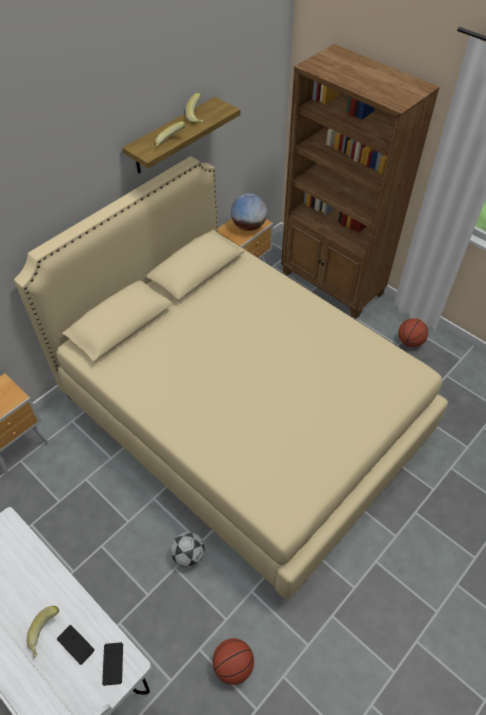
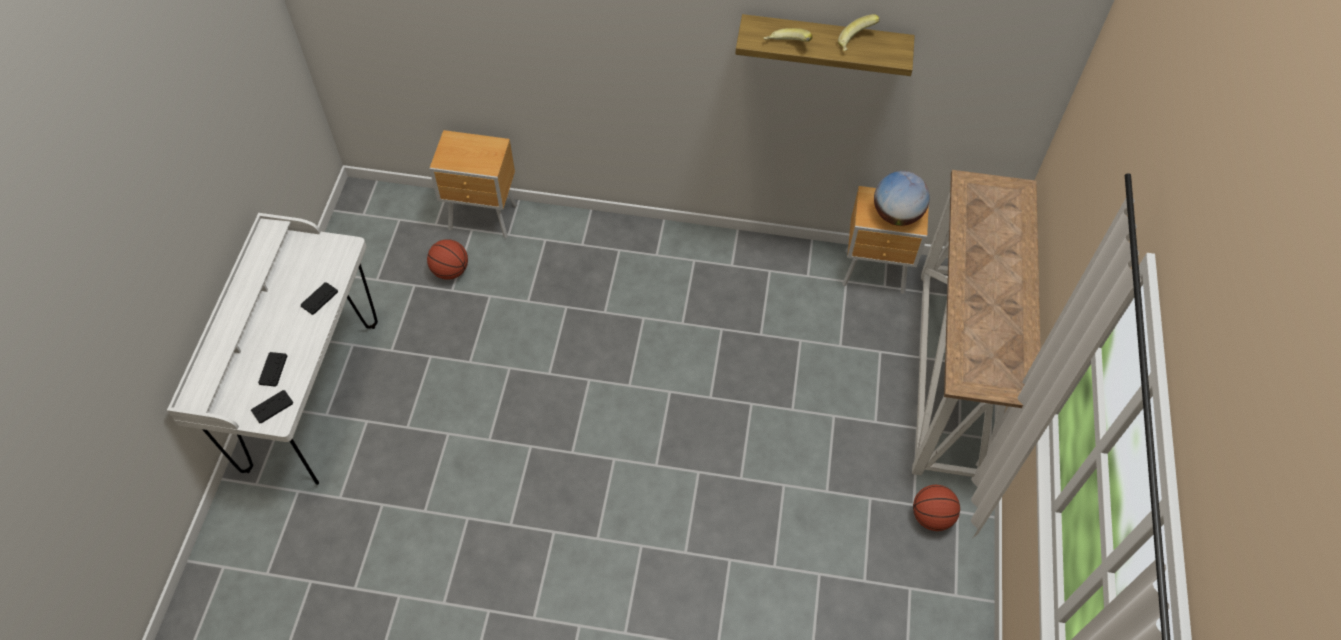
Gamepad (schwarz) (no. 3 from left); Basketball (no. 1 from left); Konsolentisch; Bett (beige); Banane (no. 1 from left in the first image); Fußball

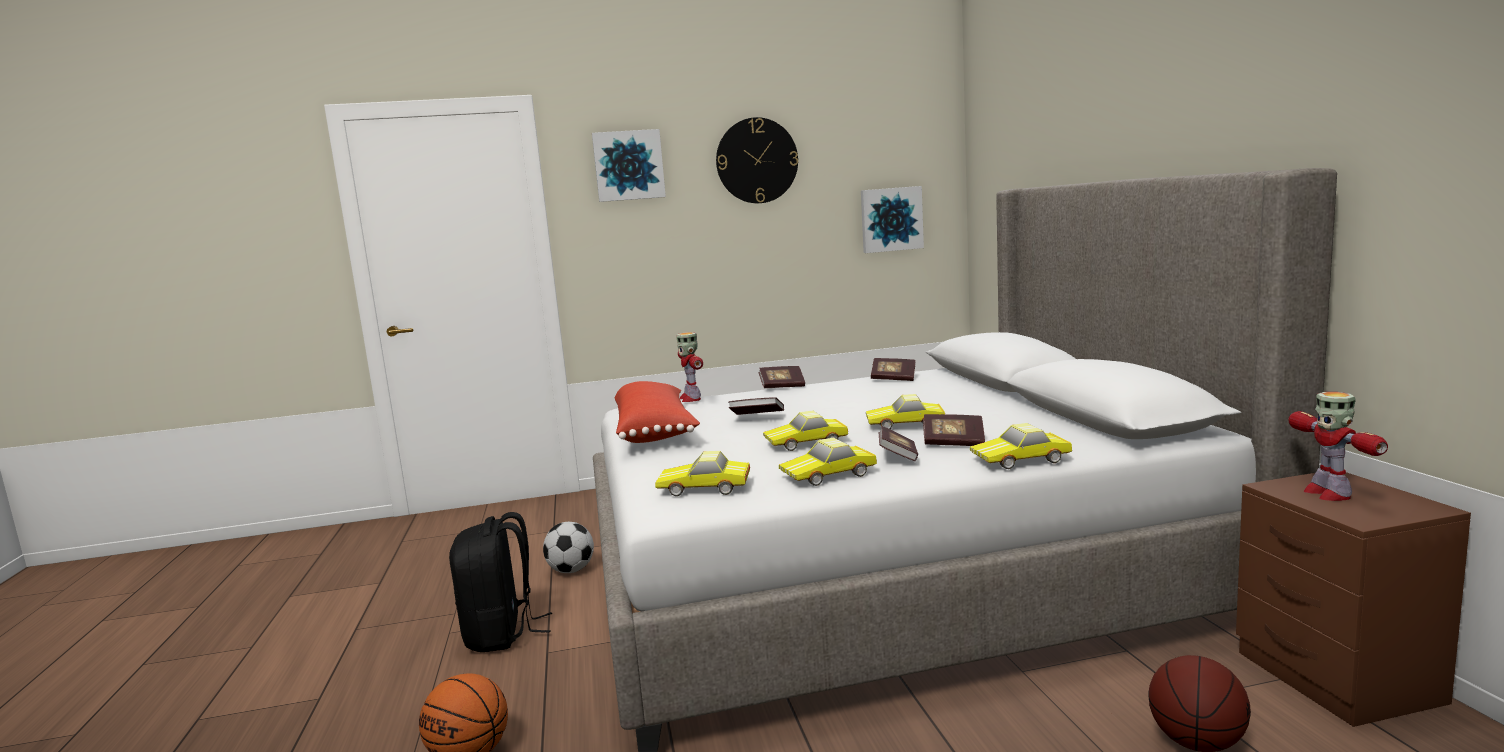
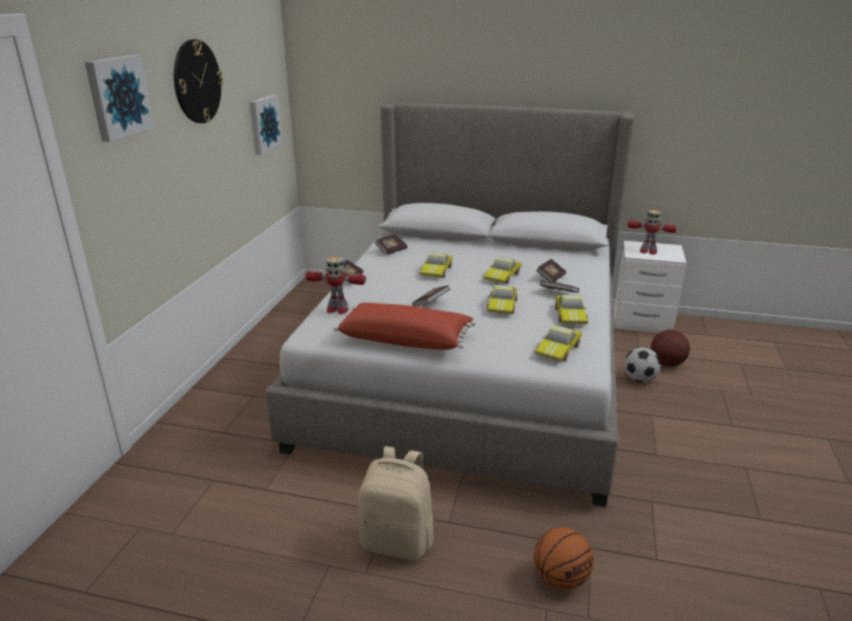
Rucksack (beige); Spielzeugauto (no. 1 from left); Nachttisch (weiß); Fußball

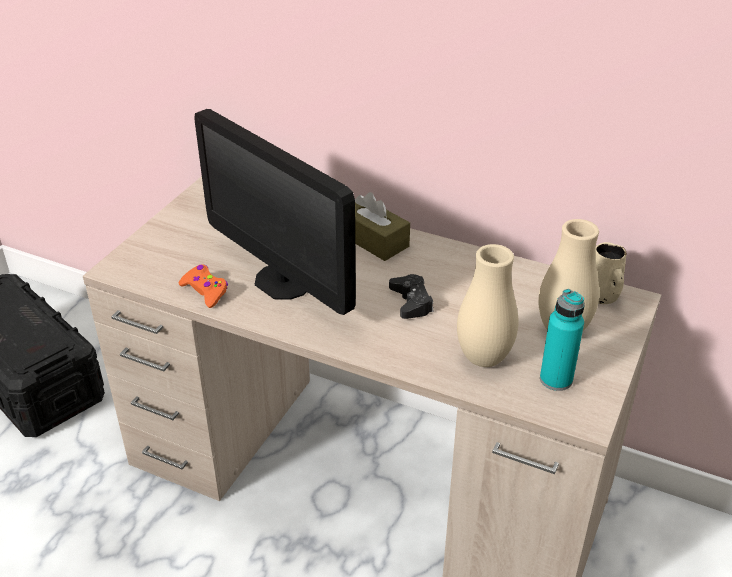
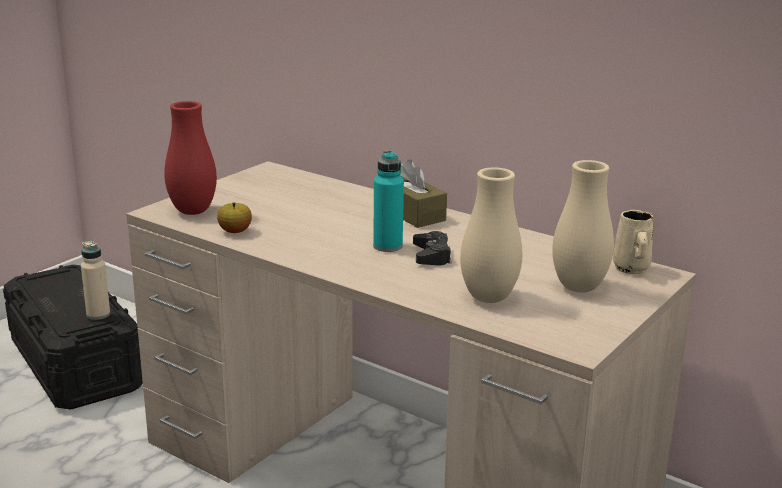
Flasche (beige); Vase (rot); Apfel; Flasche (türkis); Monitor

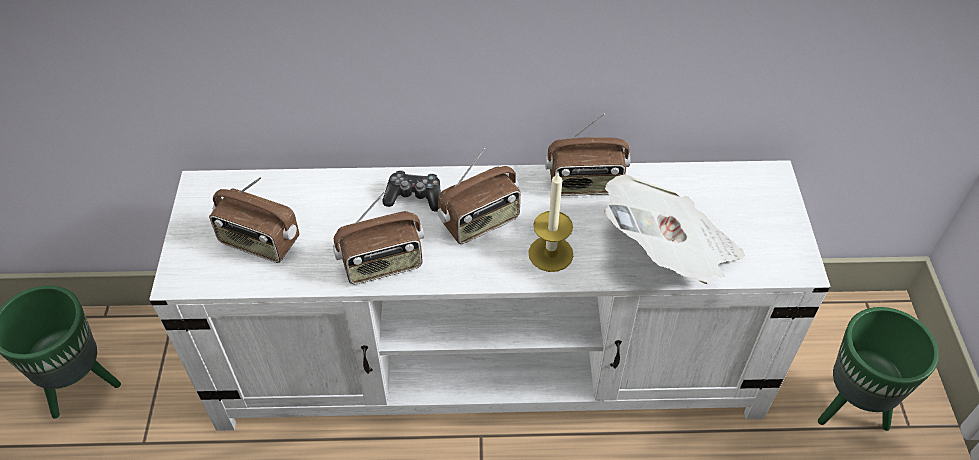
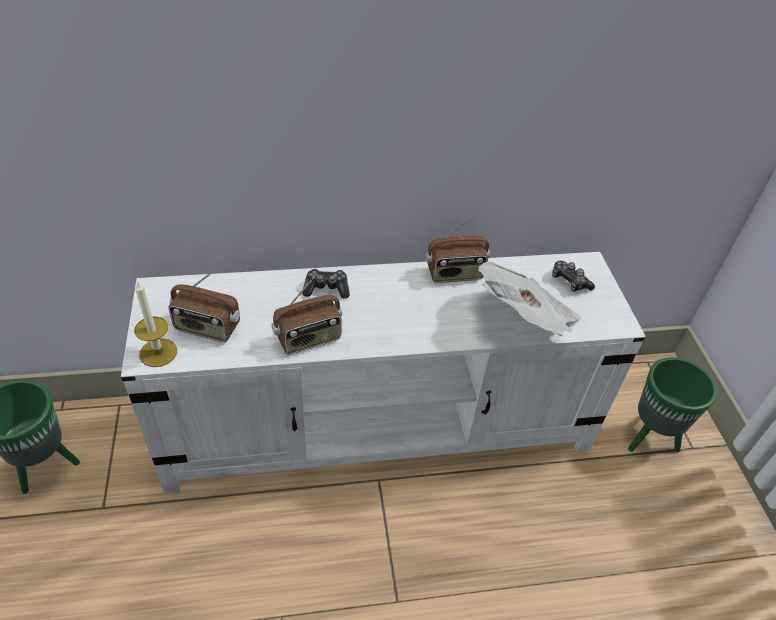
Kerze; Gamepad (no. 2 from left); Radio (no. 3 from left in the first image)

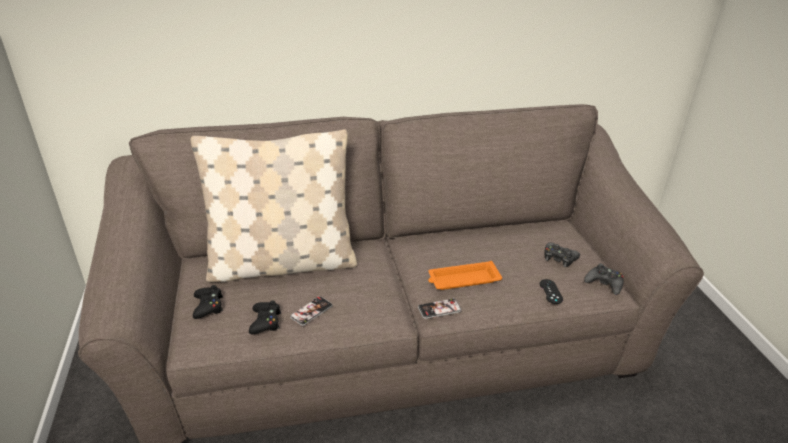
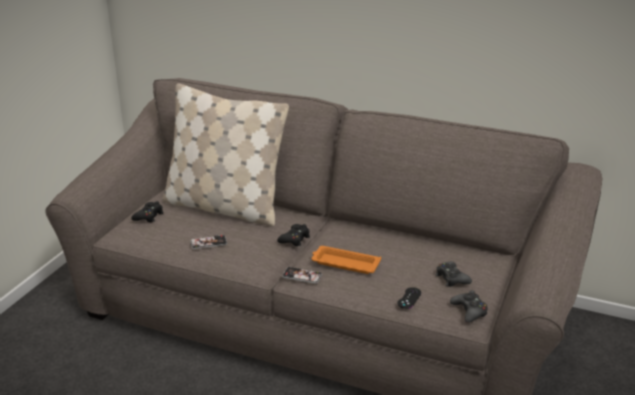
Gamepad (schwarz) (no. 2 from left)

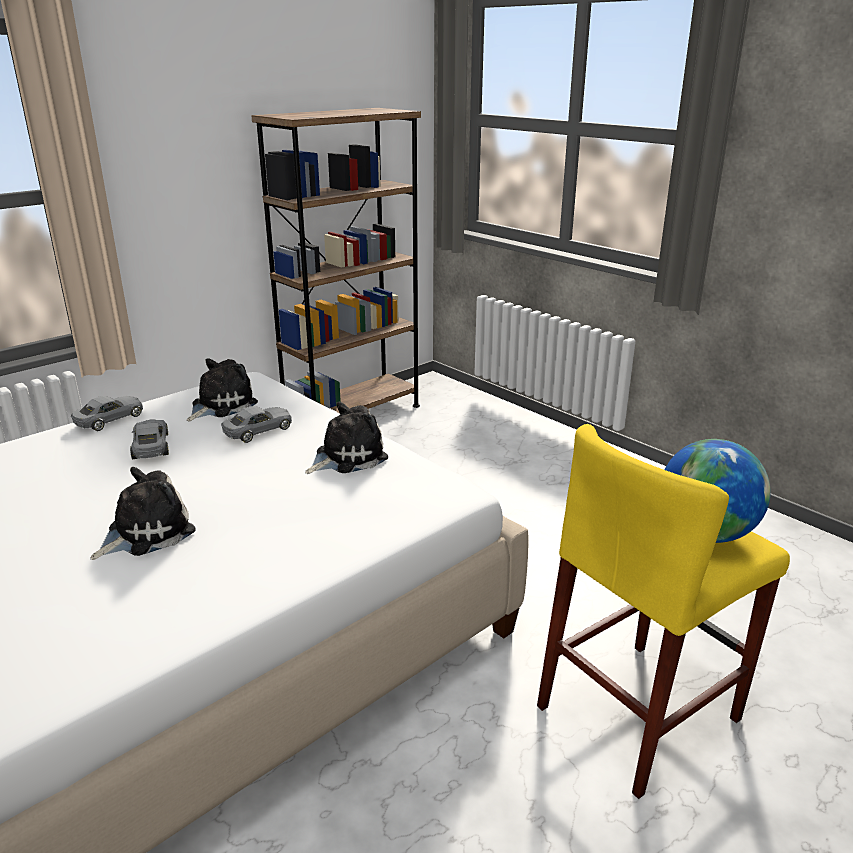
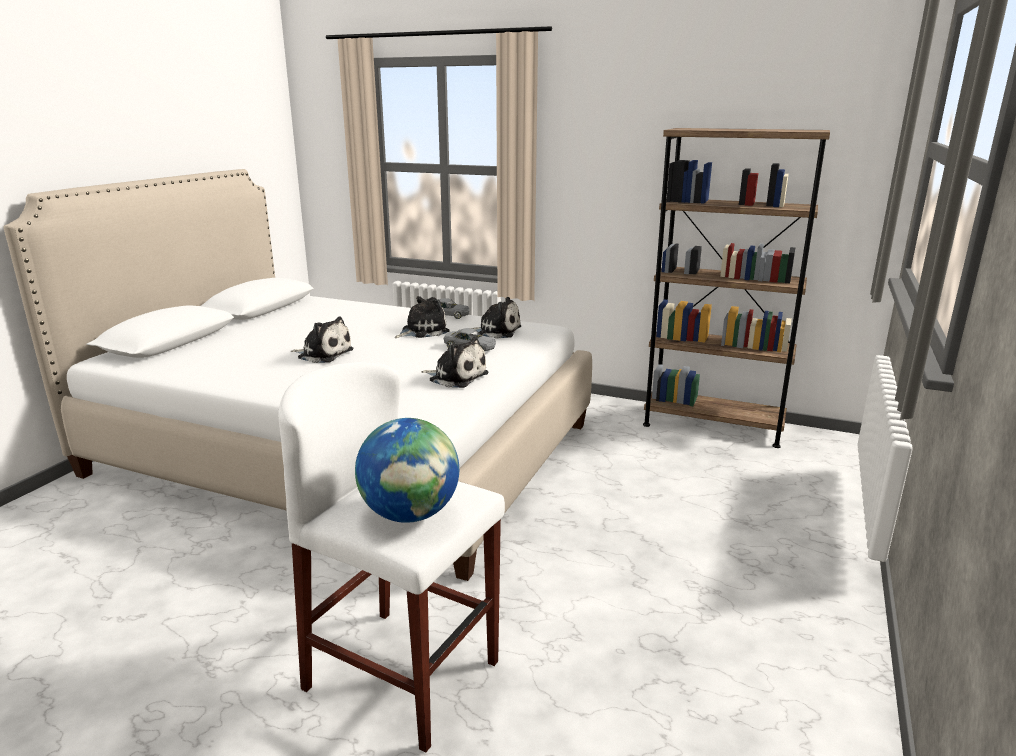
Hocker (weiß); Plüschtier (no. 2 from left)

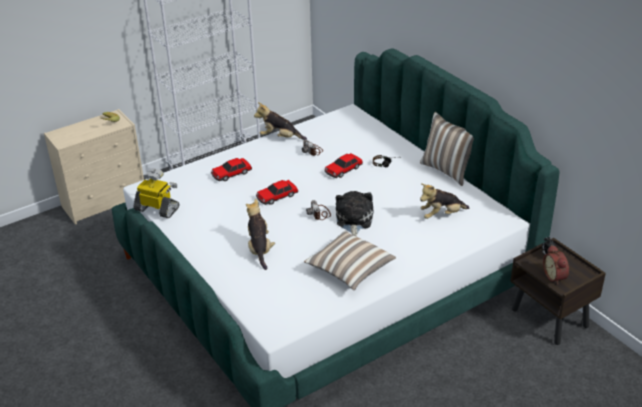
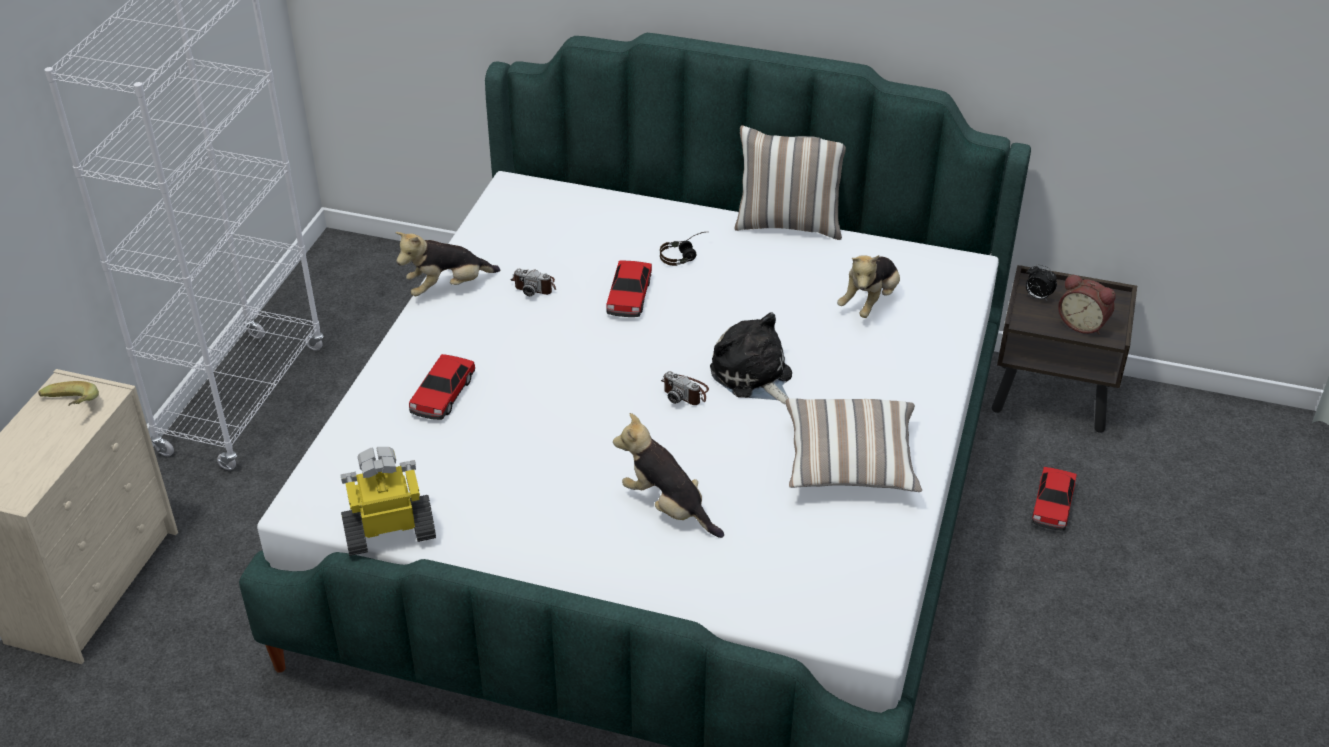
Spielzeugauto (no. 3 from left)

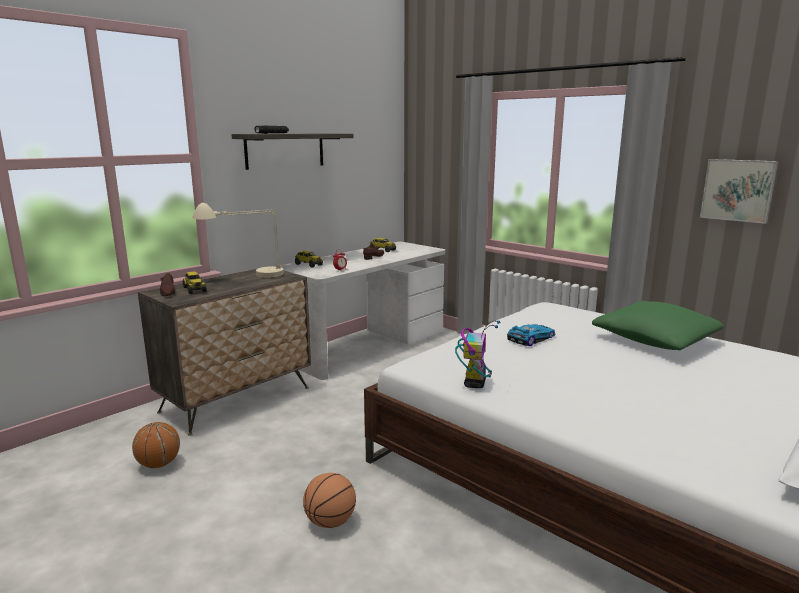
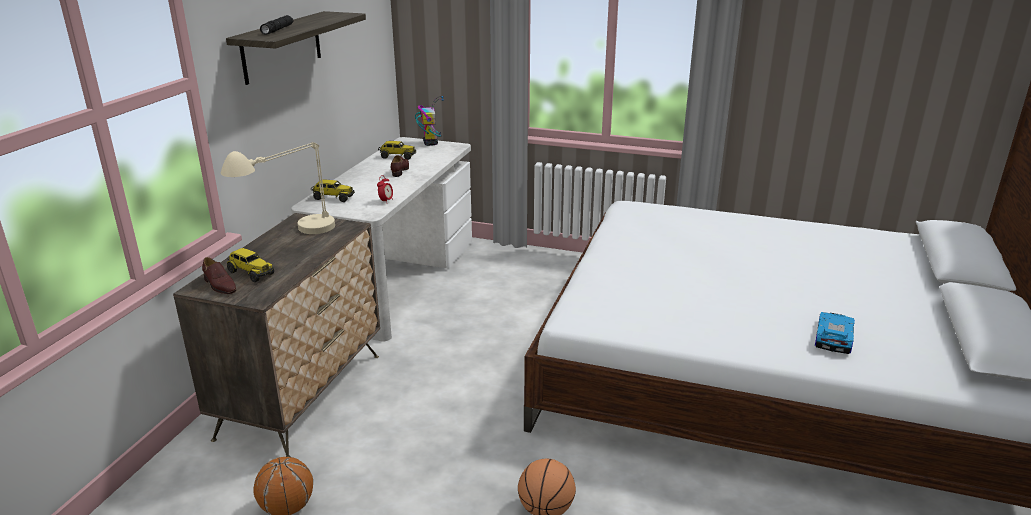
Spielzeugroboter; Spielzeugauto; Kissen (grün); Bild

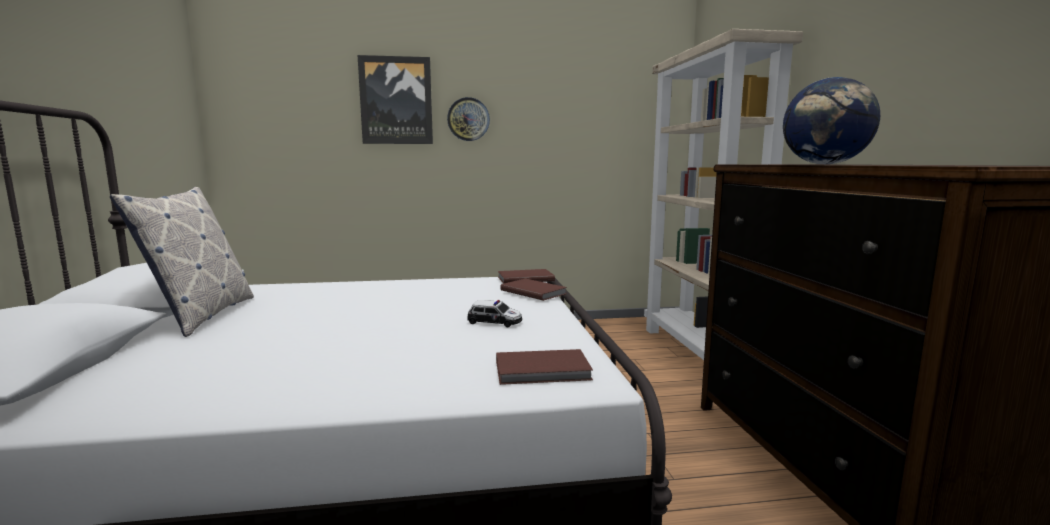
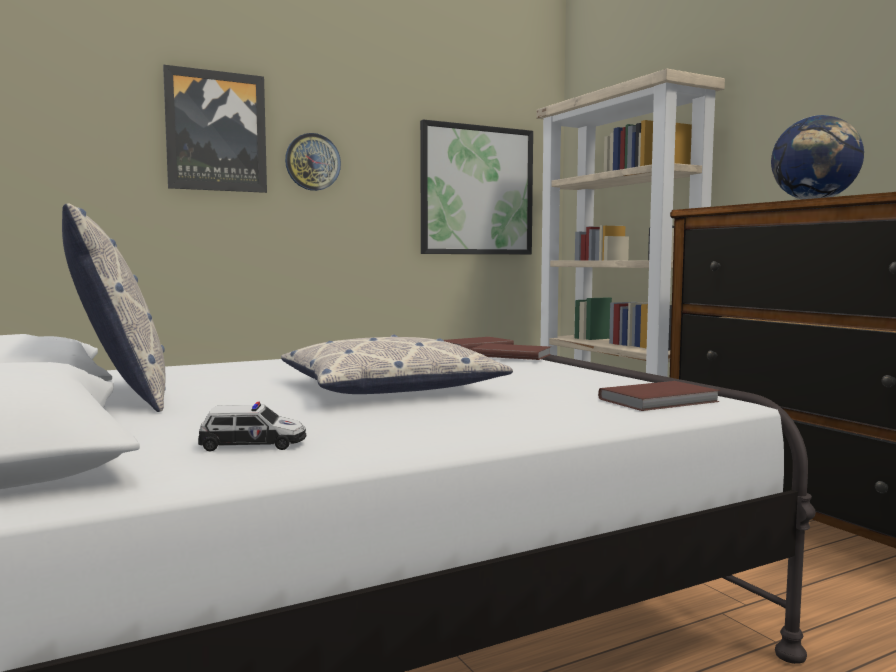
Spielzeugauto; Kissen (no. 2 from left); Bild (no. 2 from left)

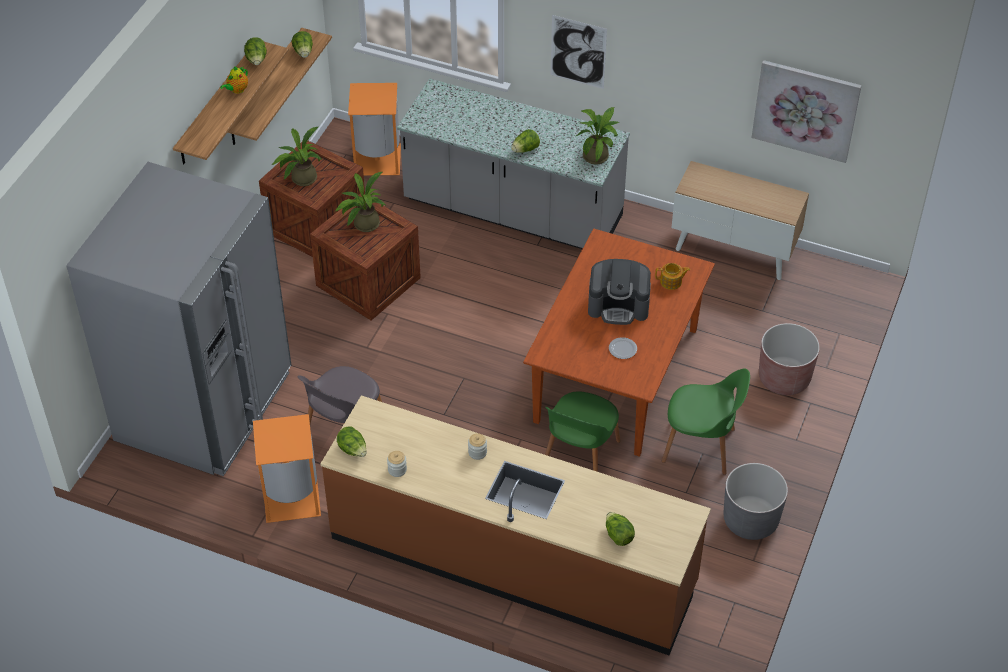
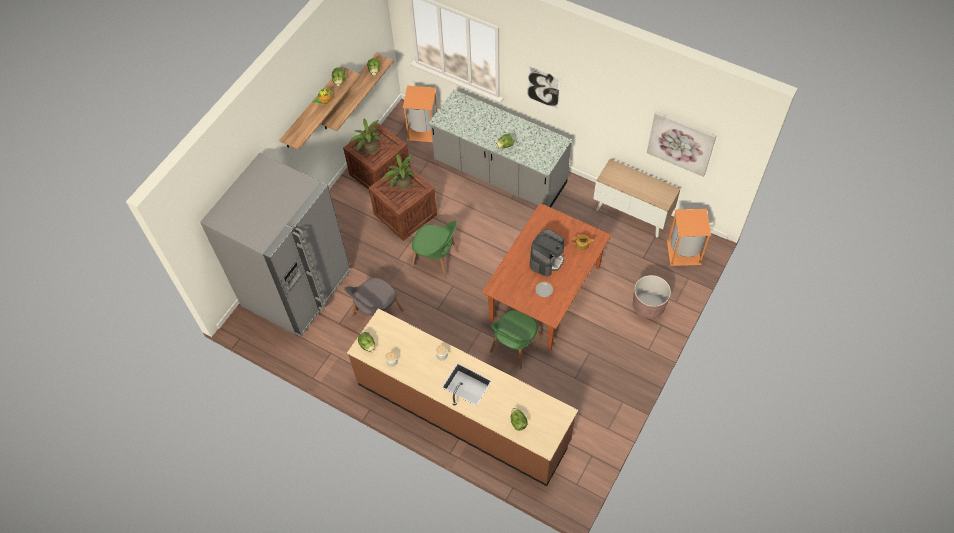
Stuhl (grün) (no. 1 from left); Kaffeemaschine; Mülleimer (orange) (no. 2 from left); Topfpflanze (no. 3 from left in the first image); Pflanzkübel (grau)

